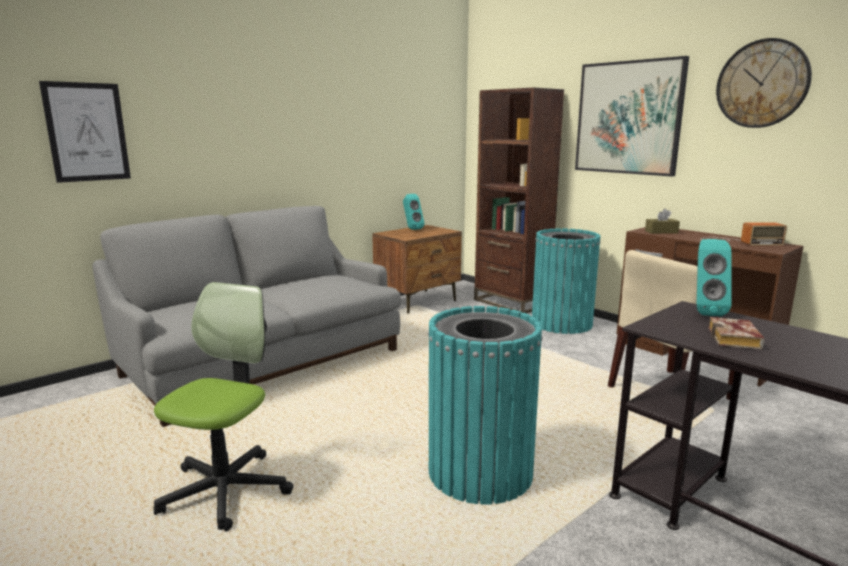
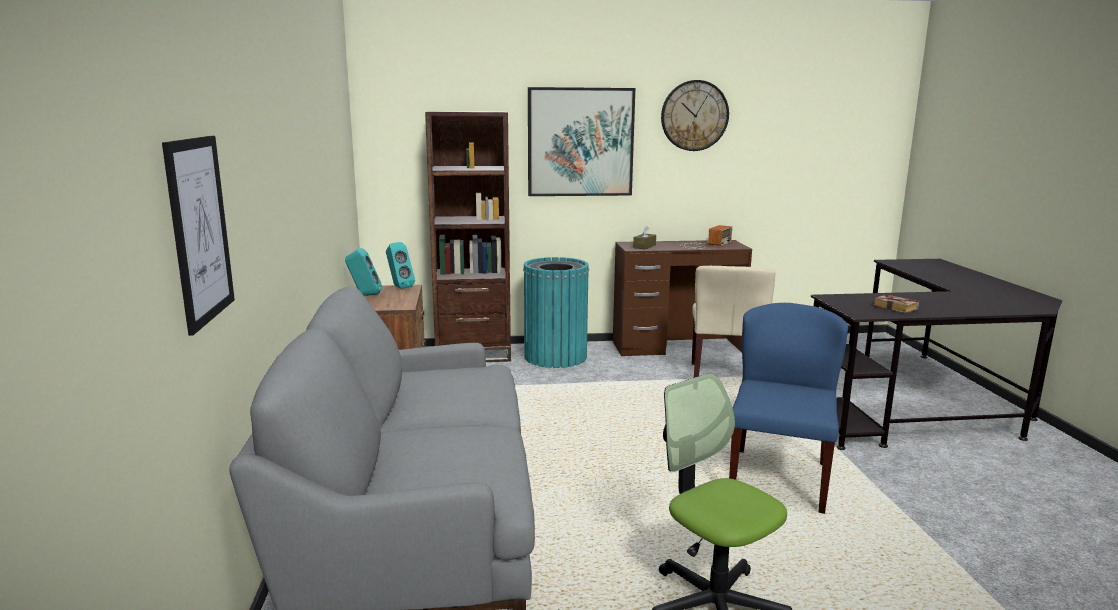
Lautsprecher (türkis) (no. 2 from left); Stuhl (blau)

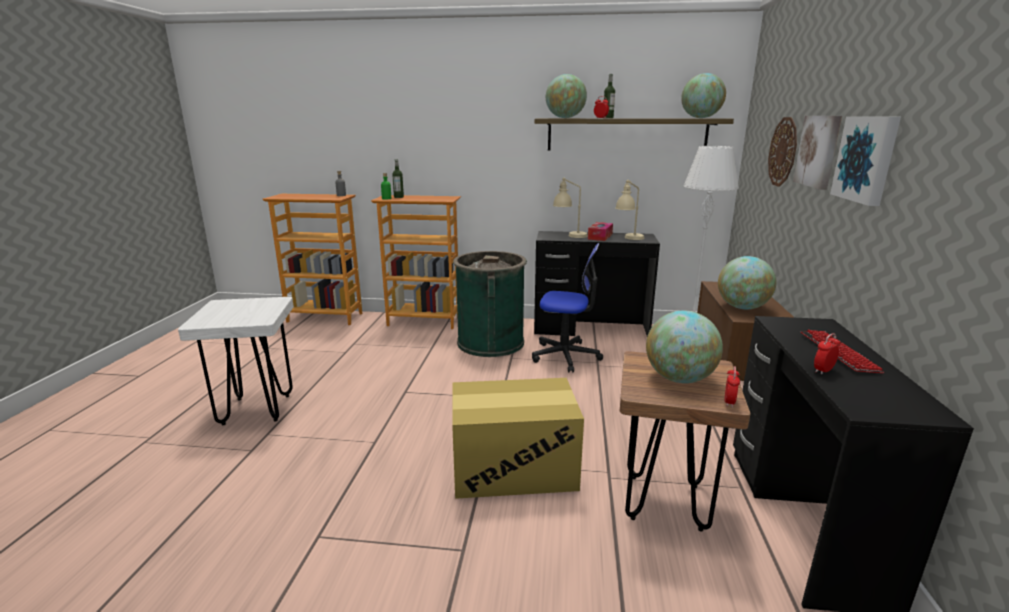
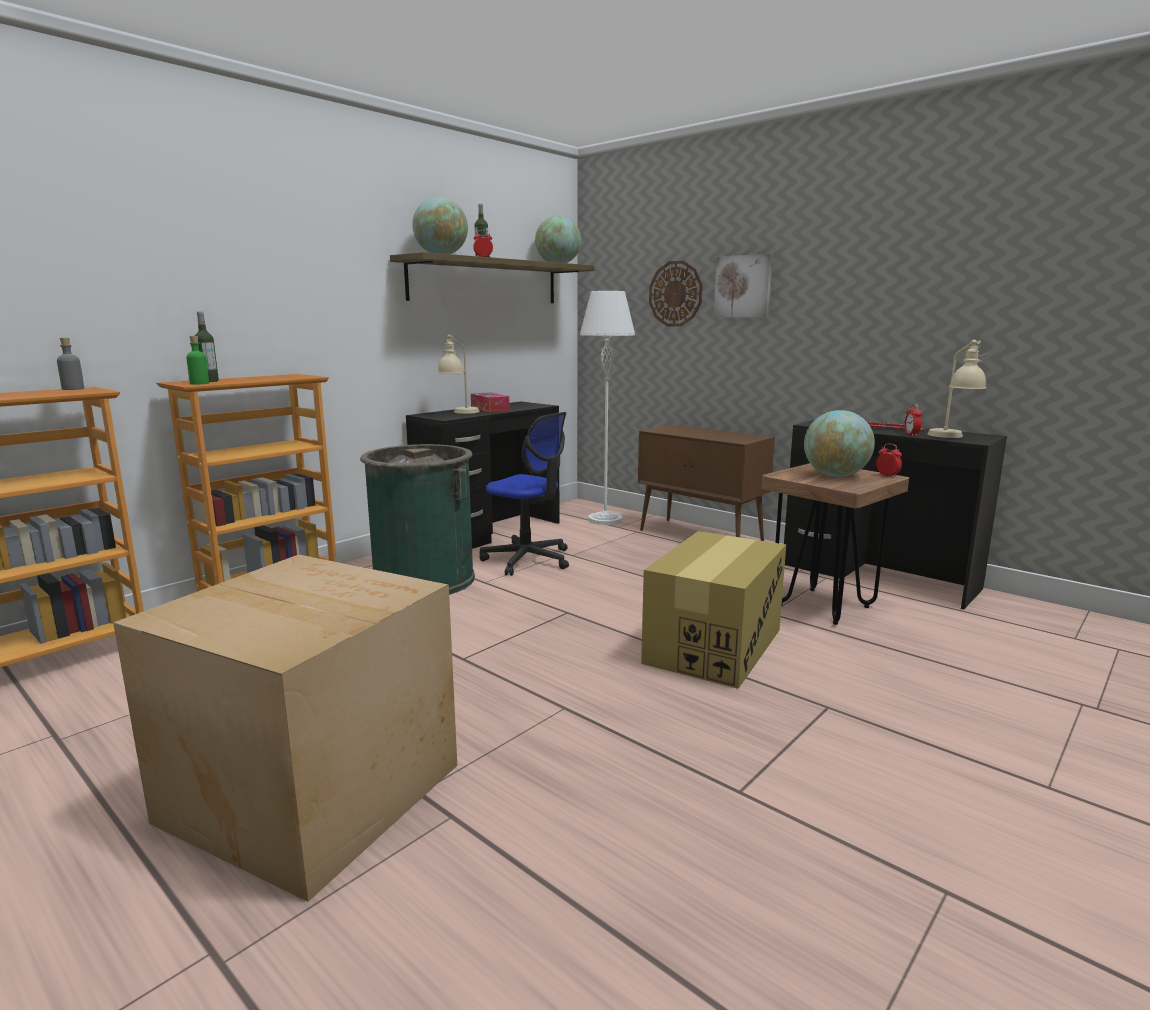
Karton (no. 1 from left); Bürostuhl; Tischlampe (beige) (no. 2 from left); Globus (no. 4 from left in the first image); Bild (no. 2 from left in the first image)

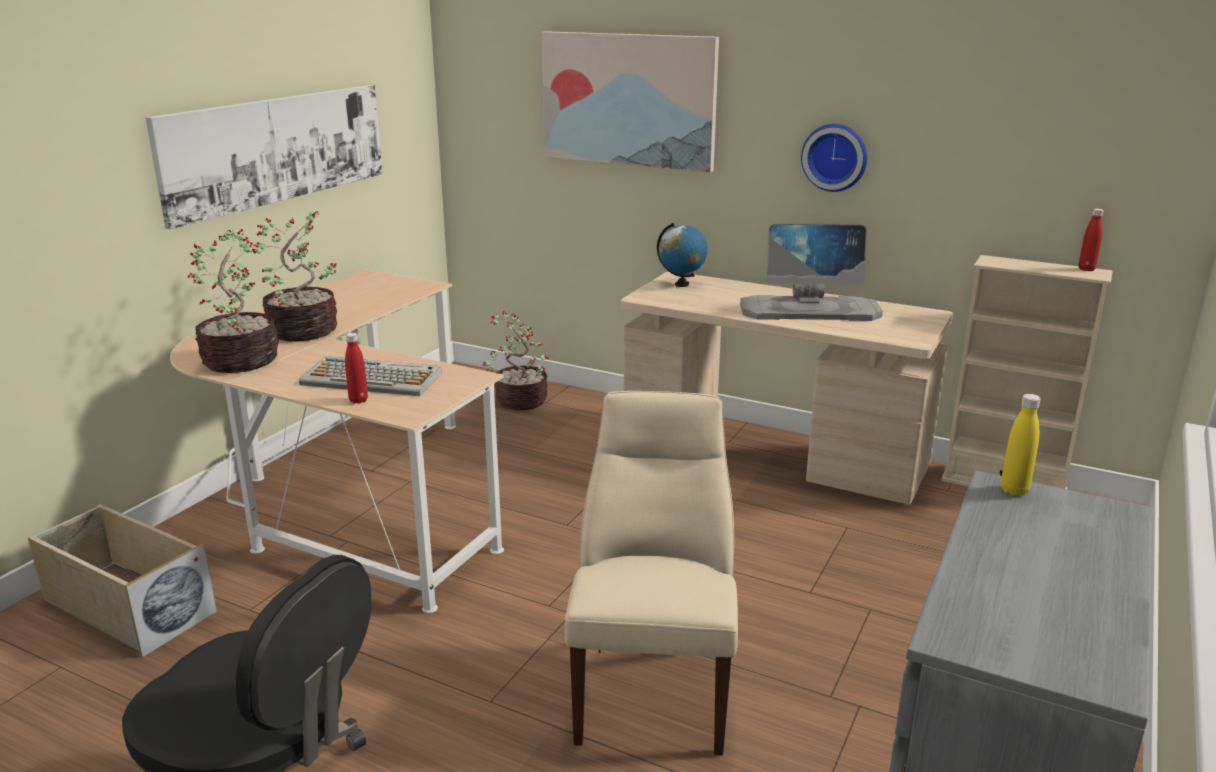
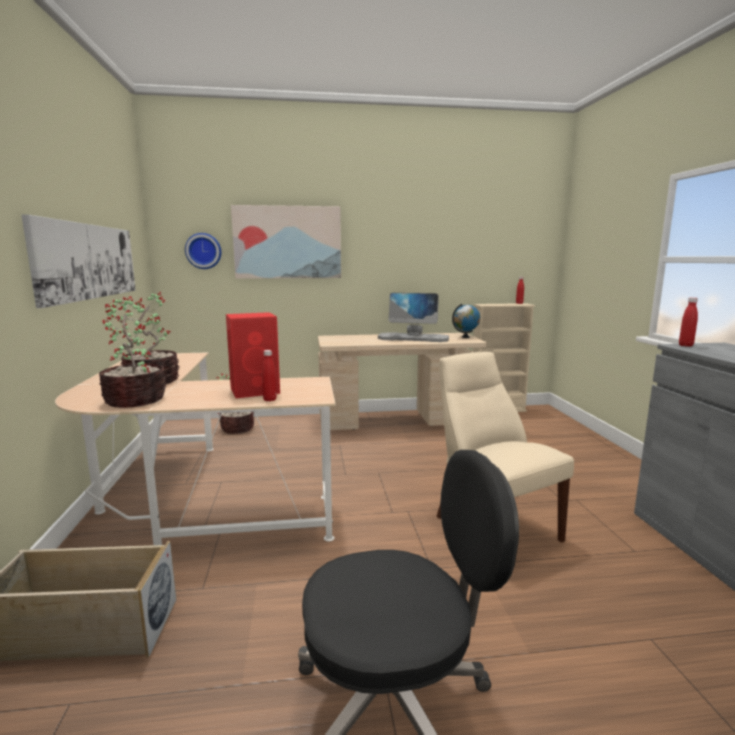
Wanduhr; Lautsprecher (rot); Monitor; Globus; Flasche (rot) (no. 3 from left)

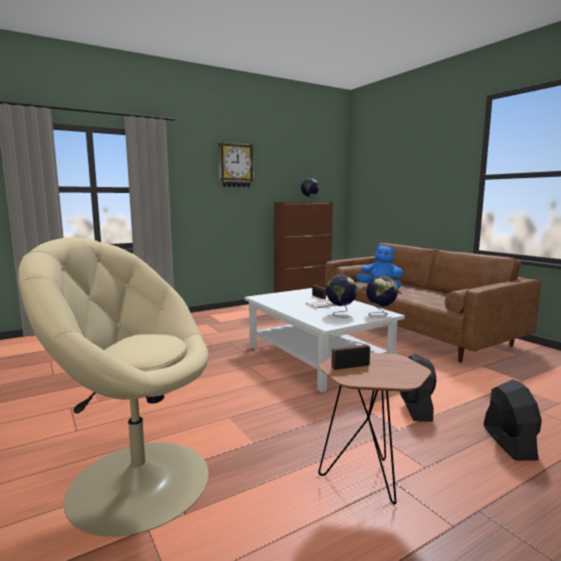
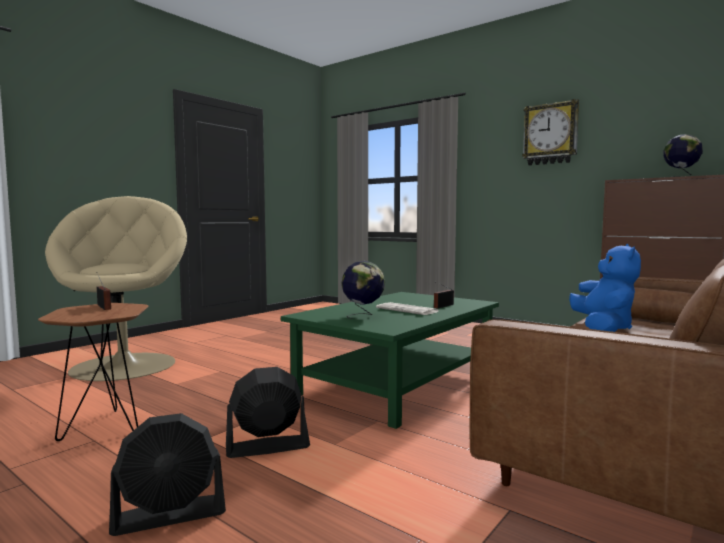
Couchtisch (grün); Globus (no. 3 from left in the first image)

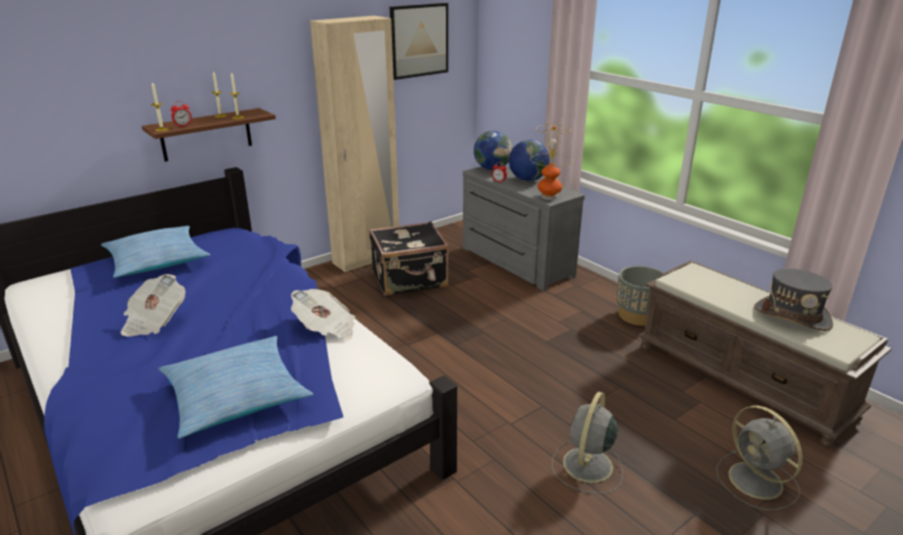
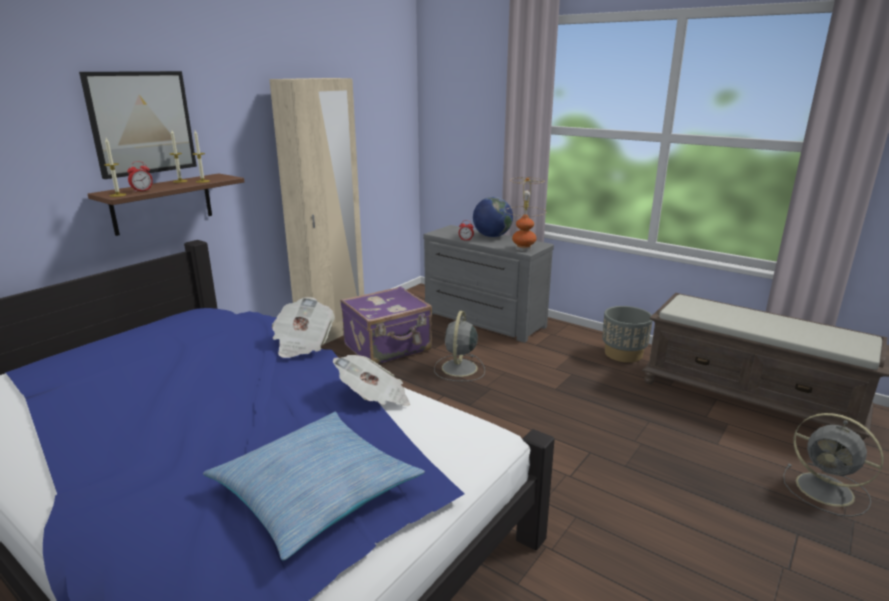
Bild; Zeitung (no. 1 from left); Koffer (lila); Ventilator (grau) (no. 1 from left); Kissen (no. 1 from left in the first image); Globus (no. 1 from left in the first image); Hut (grau)

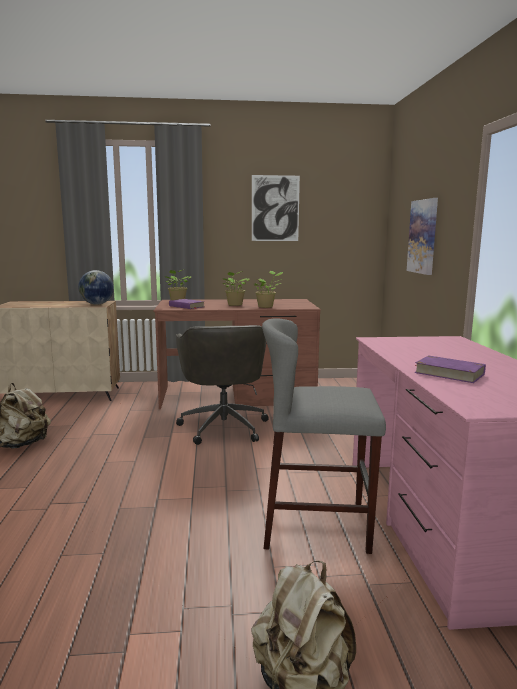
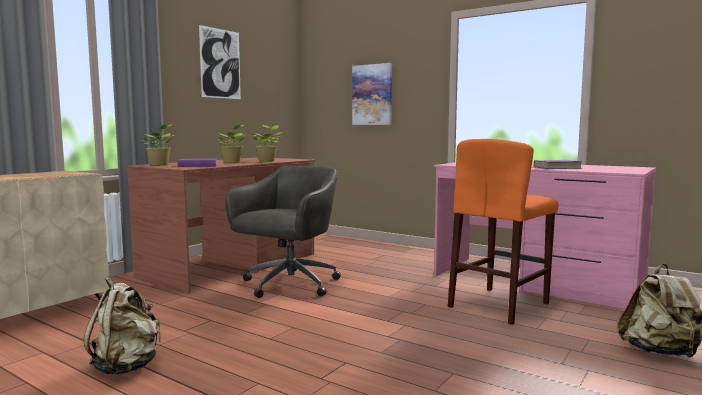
Bürostuhl (grau); Hocker (orange); Globus

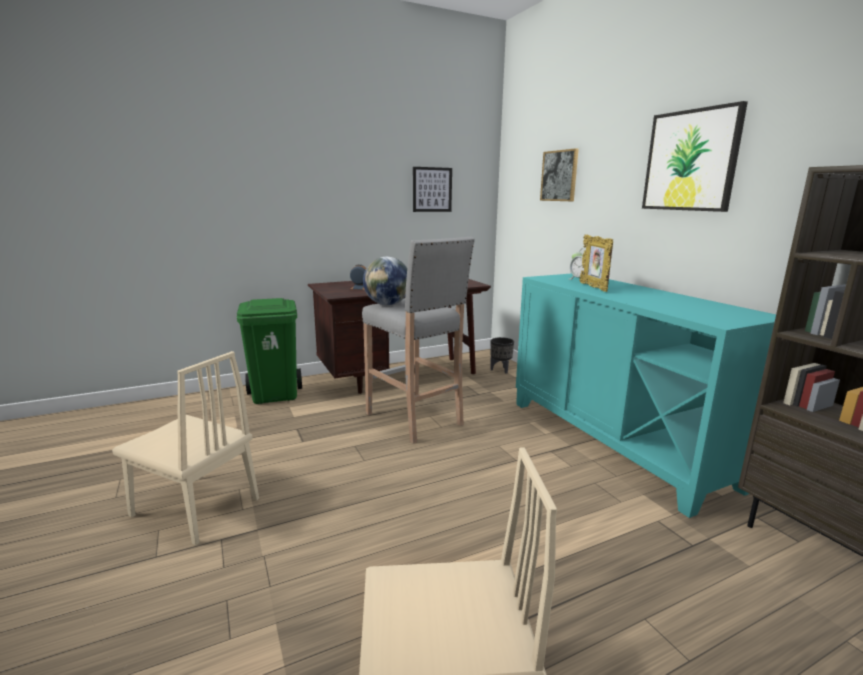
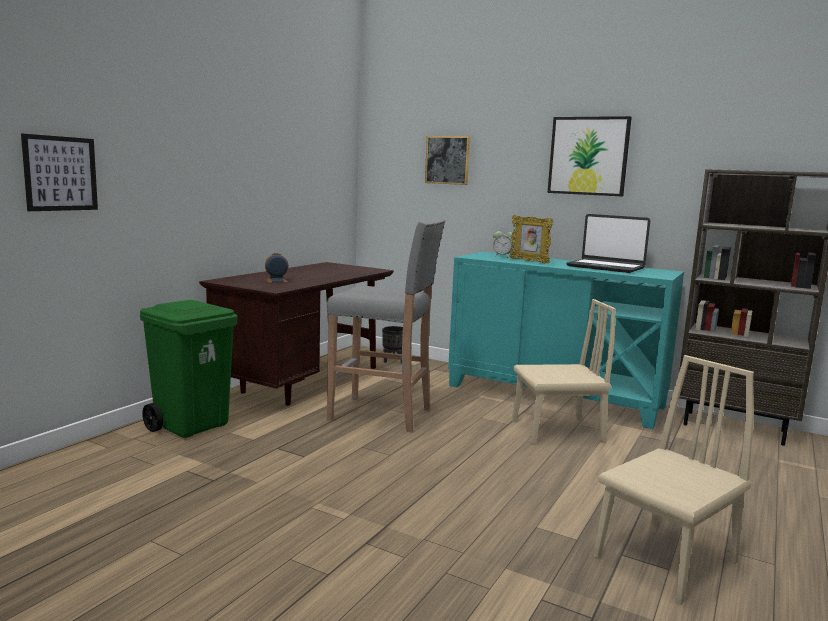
Bild (no. 1 from left); Stuhl (beige) (no. 1 from left); Laptop; Globus

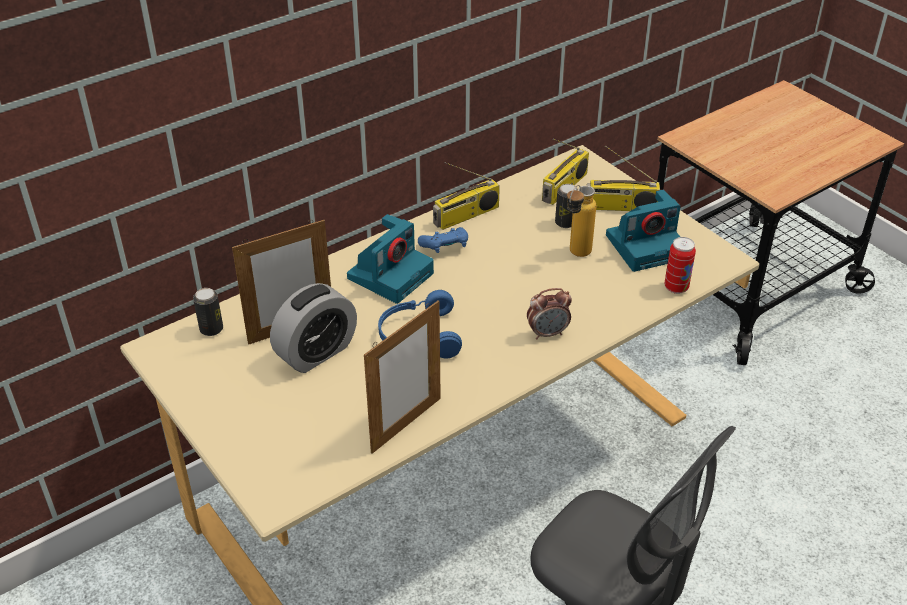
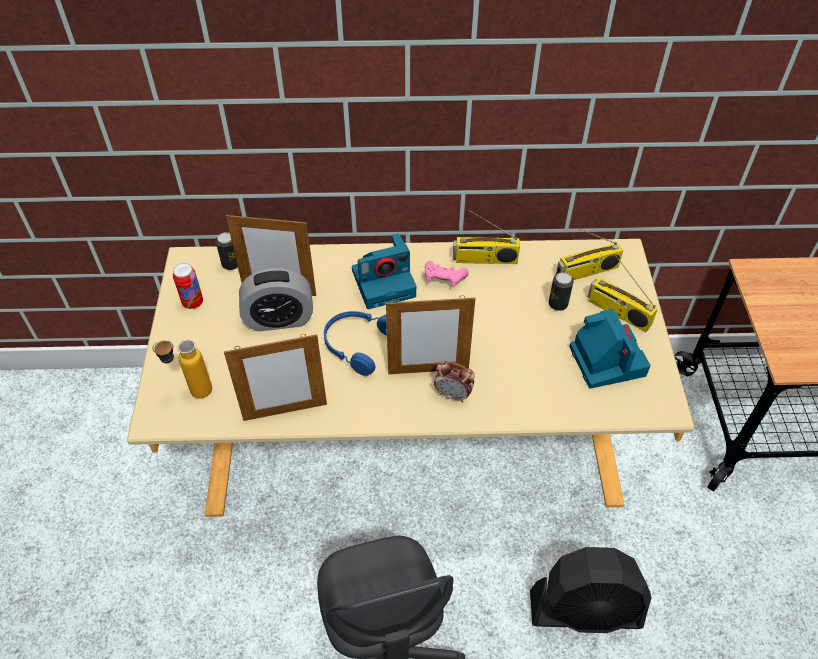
Flasche; Dose (no. 1 from left); Bilderrahmen (no. 3 from left); Gamepad (rosa); Ventilator (schwarz); Kamera (no. 2 from left)

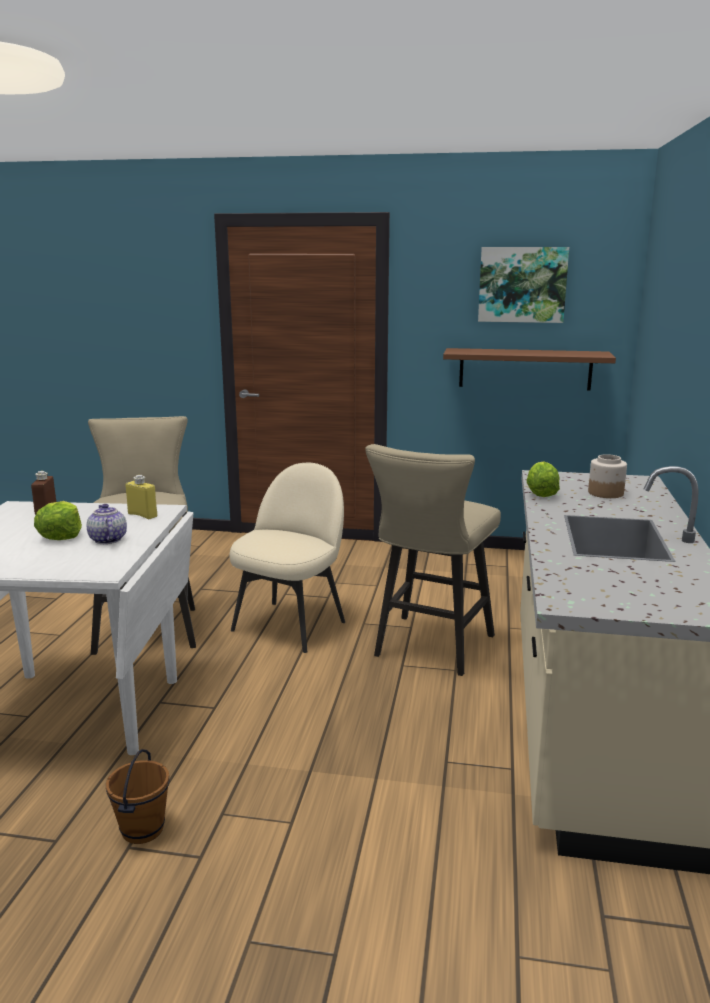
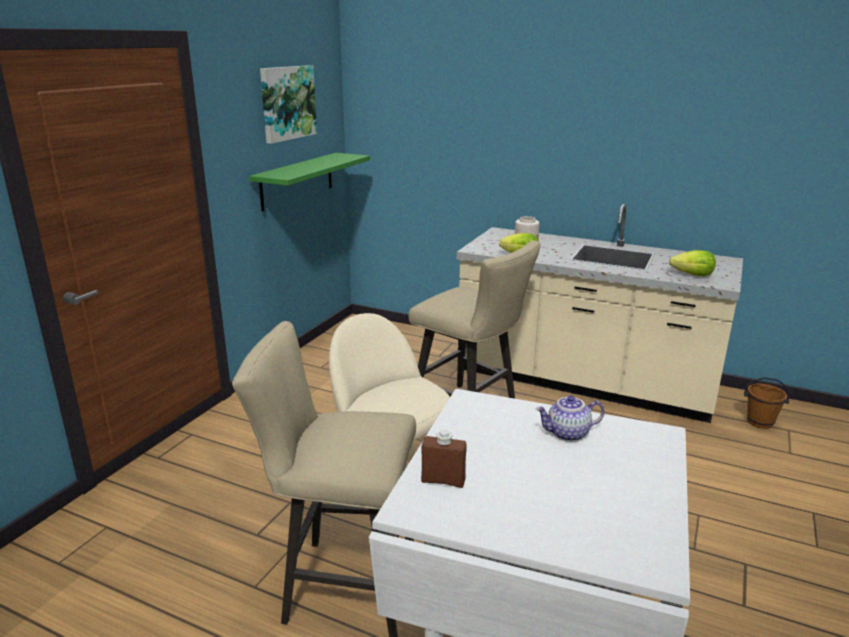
Wandregal (grün); Salatkopf (no. 2 from left); Eimer (braun); Flasche (gelb)

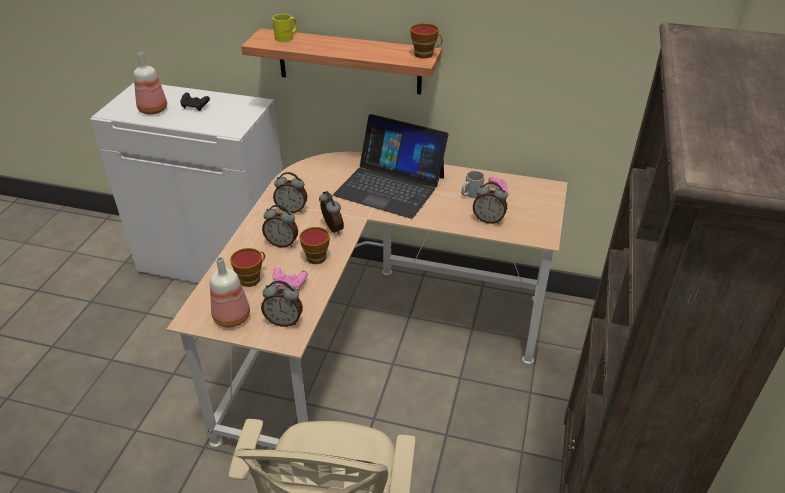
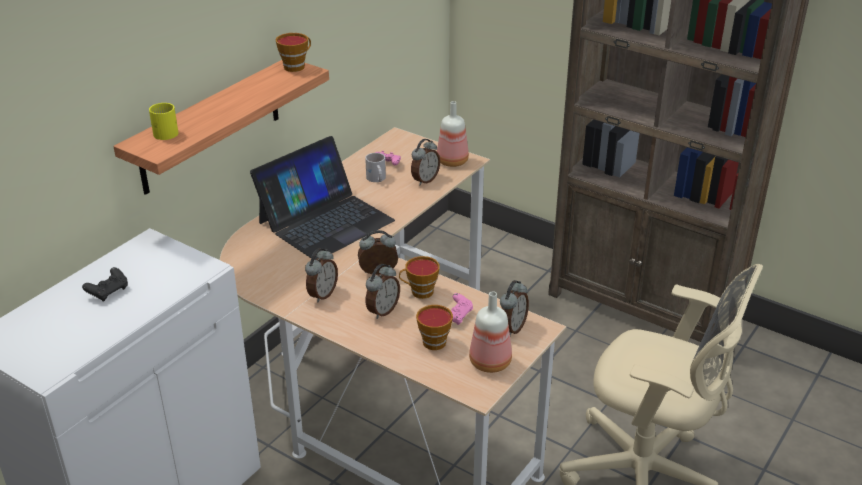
Flasche (no. 1 from left)

